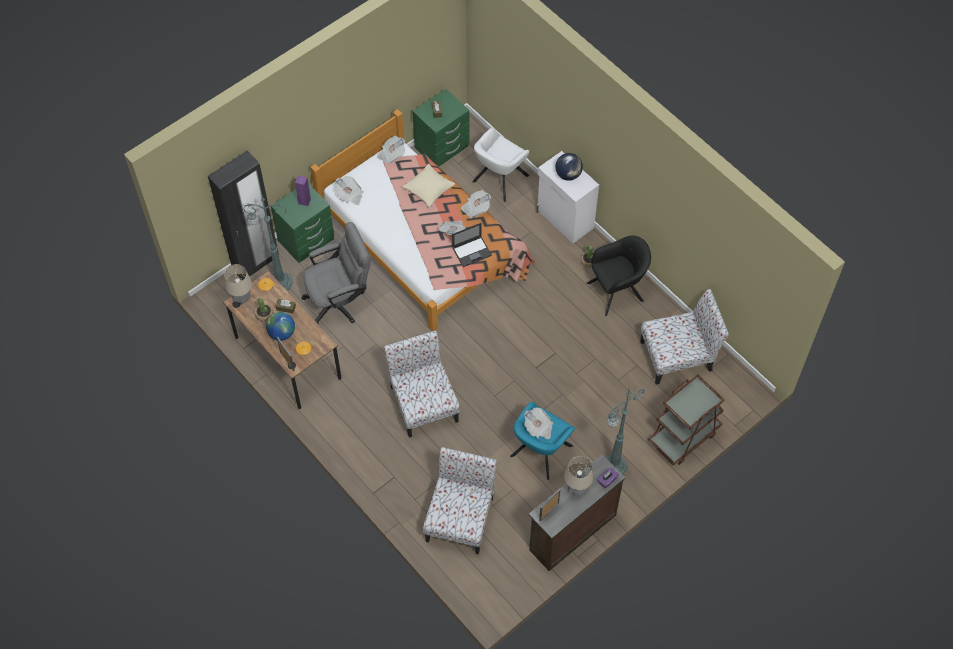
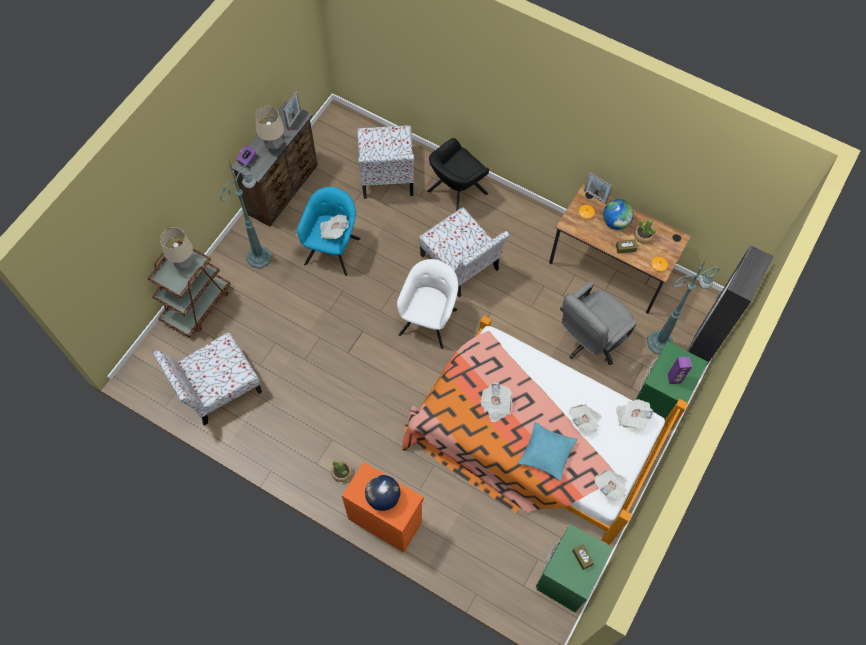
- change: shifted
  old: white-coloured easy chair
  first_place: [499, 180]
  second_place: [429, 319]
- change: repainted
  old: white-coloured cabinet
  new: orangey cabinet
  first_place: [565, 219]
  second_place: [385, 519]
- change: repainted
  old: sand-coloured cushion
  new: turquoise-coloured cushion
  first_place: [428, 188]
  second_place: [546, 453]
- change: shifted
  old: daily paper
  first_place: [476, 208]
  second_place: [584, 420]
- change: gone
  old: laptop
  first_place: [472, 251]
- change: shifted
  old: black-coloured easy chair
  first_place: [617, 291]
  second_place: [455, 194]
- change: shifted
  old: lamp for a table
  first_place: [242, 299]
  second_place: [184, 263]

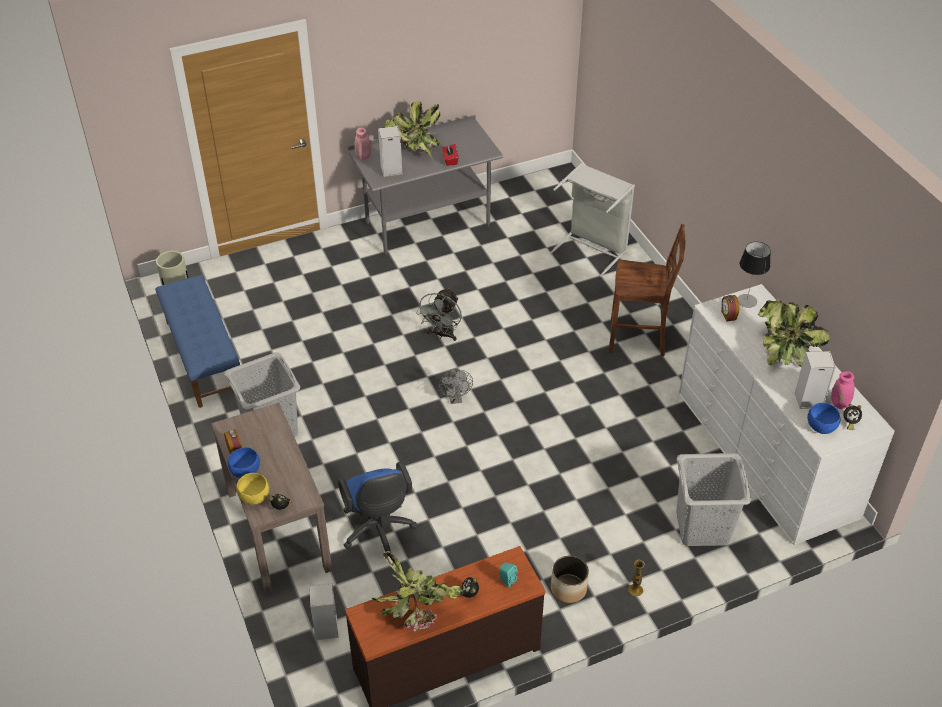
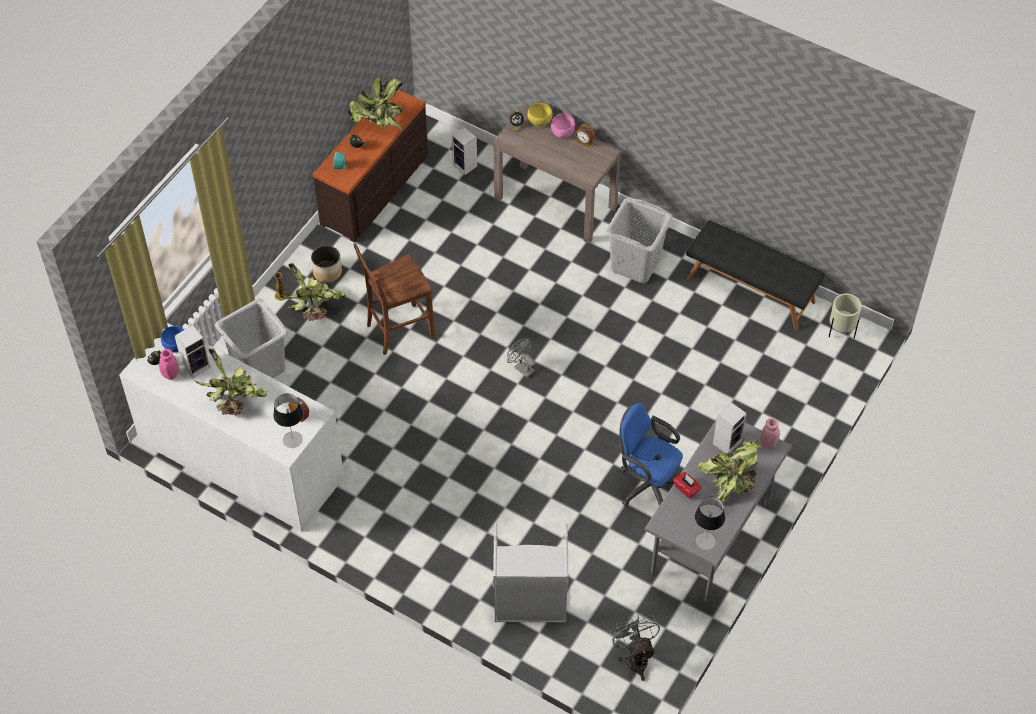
- change: shifted
  old: brown-coloured chair
  first_place: [638, 339]
  second_place: [398, 330]
- change: repainted
  old: blue-coloured long seat
  new: black-coloured long seat
  first_place: [202, 357]
  second_place: [751, 289]
- change: shifted
  old: grey fan
  first_place: [442, 335]
  second_place: [635, 657]
- change: repainted
  old: blue-coloured bowl
  new: pink-coloured bowl
  first_place: [246, 472]
  second_place: [562, 133]
- change: shifted
  old: blue-coloured computer chair
  first_place: [378, 532]
  second_place: [647, 485]
- change: new
  new: plant in a pot
  second_place: [315, 308]
- change: new
  new: lamp for a table
  second_place: [706, 541]

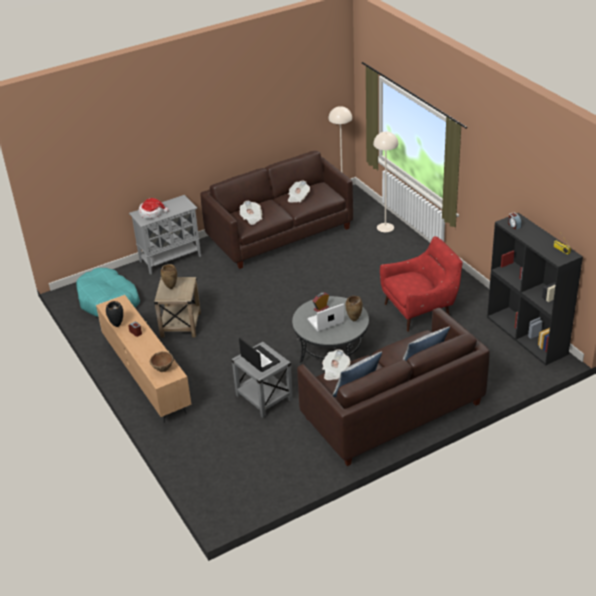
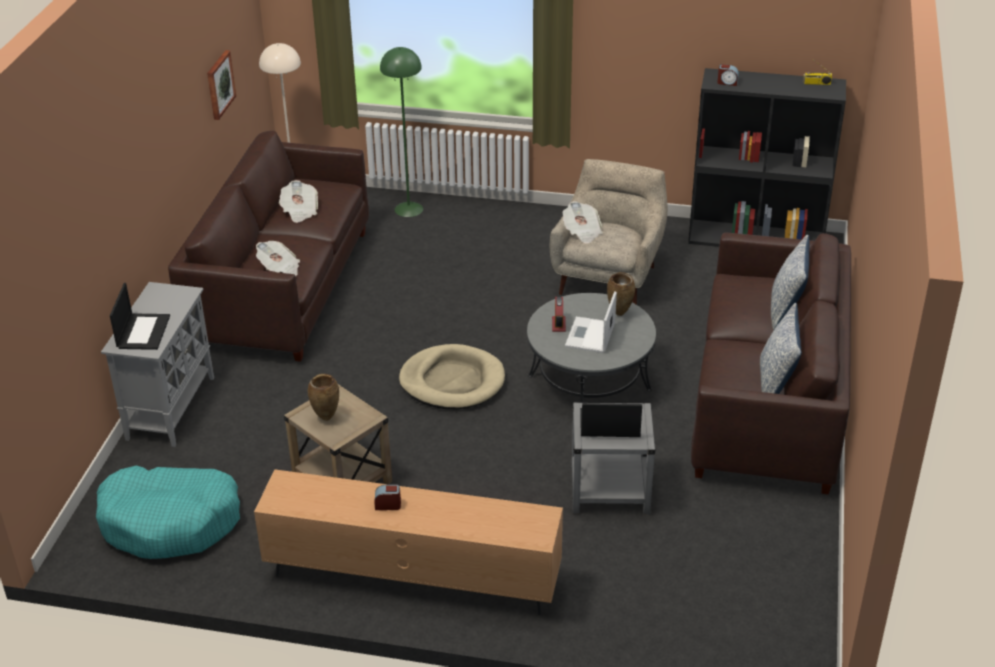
- change: repainted
  old: sand-coloured standing lamp
  new: green standing lamp
  first_place: [385, 227]
  second_place: [409, 209]
- change: swapped
  old: hat
  new: laptop
  first_place: [152, 213]
  second_place: [143, 331]
- change: repainted
  old: reddish easy chair
  new: sand-coloured easy chair
  first_place: [420, 310]
  second_place: [609, 277]
- change: gone
  old: black-coloured flower vase
  first_place: [117, 325]
- change: shifted
  old: daily paper
  first_place: [335, 371]
  second_place: [582, 232]
- change: gone
  old: brown-coloured bowl
  first_place: [163, 369]
- change: new
  new: wall art
  second_place: [219, 84]
- change: new
  new: sand-coloured pet bed
  second_place: [452, 381]

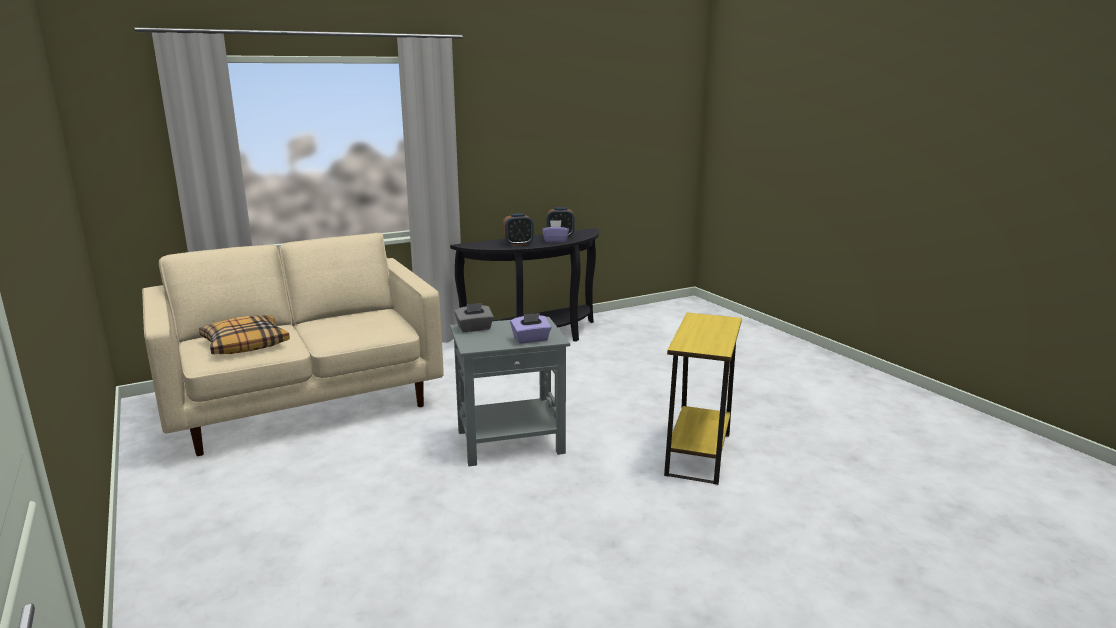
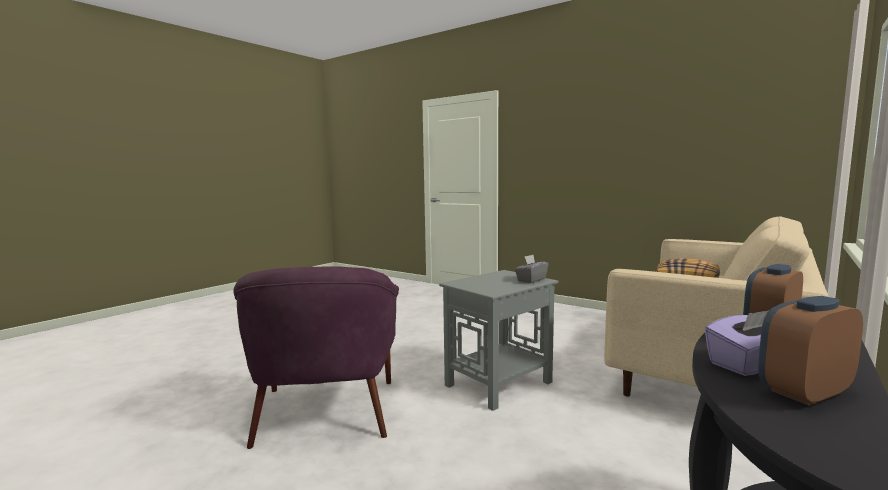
- change: swapped
  old: yellowish side table
  new: purplish easy chair
  first_place: [698, 454]
  second_place: [325, 412]
- change: gone
  old: purplish tissue box
  first_place: [531, 339]

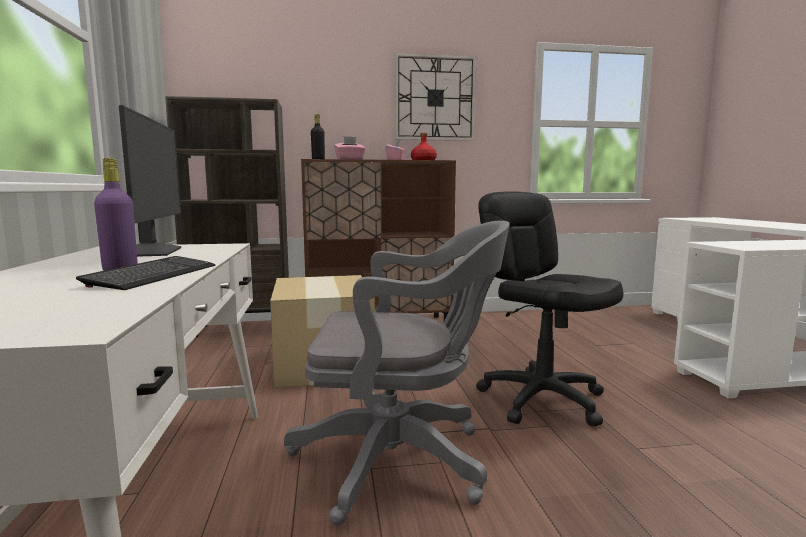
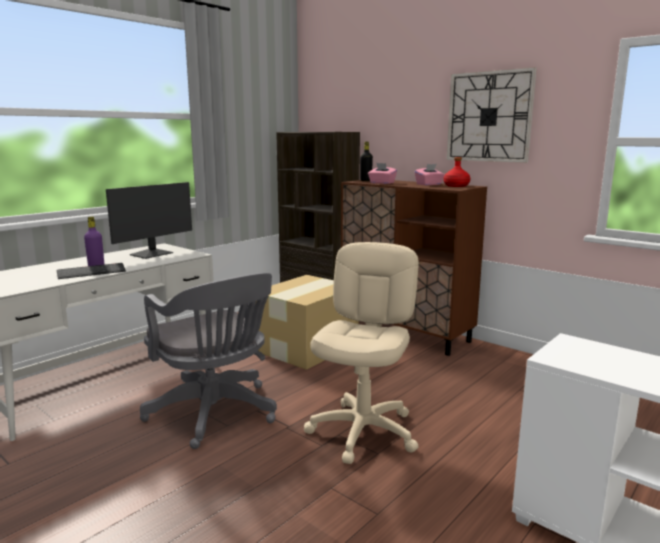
- change: repainted
  old: black-coloured computer chair
  new: sand-coloured computer chair
  first_place: [542, 399]
  second_place: [363, 431]

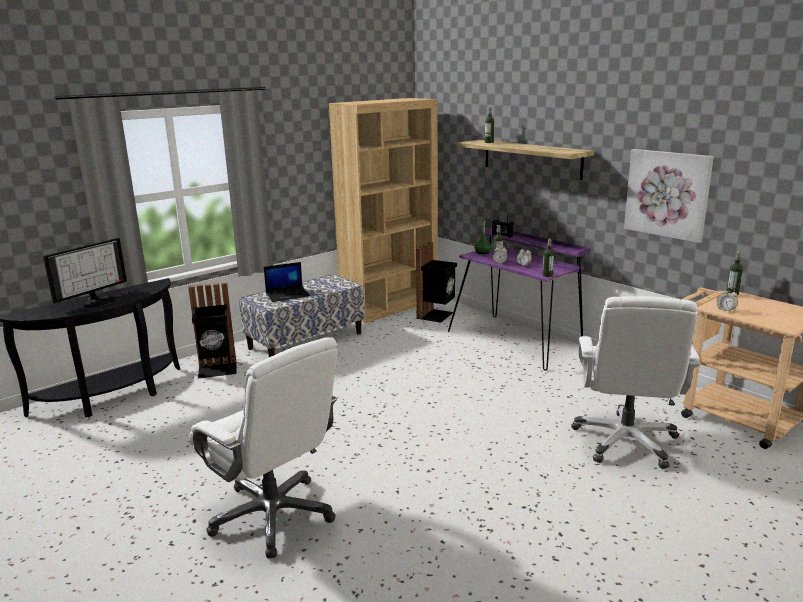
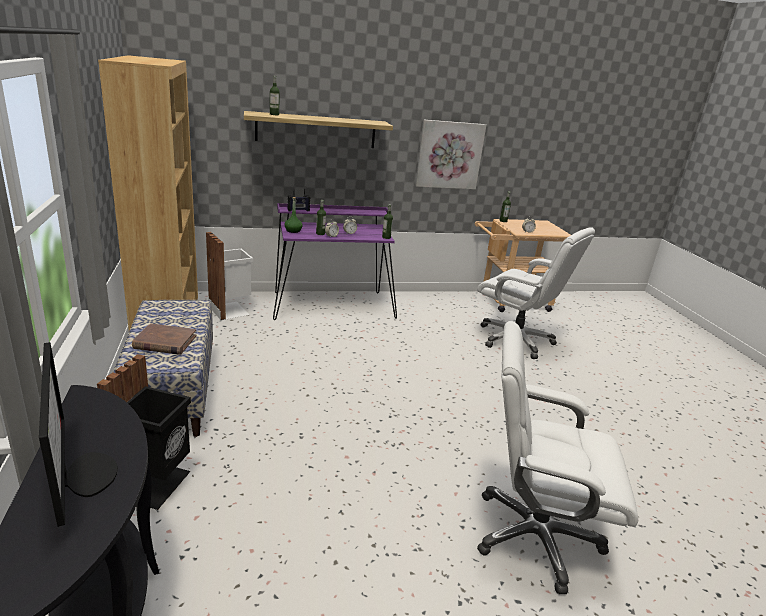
- change: repainted
  old: black-coloured waste bin
  new: white-coloured waste bin
  first_place: [437, 315]
  second_place: [231, 310]
- change: swapped
  old: laptop
  new: brown-coloured volume
  first_place: [288, 295]
  second_place: [164, 342]
- change: rotated
  old: white-coloured computer chair
  first_place: [273, 515]
  second_place: [534, 535]
  degrees: -150

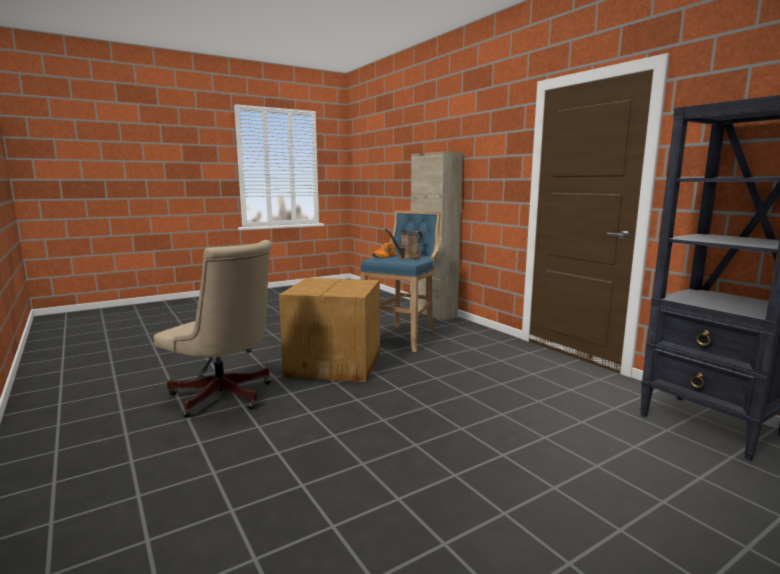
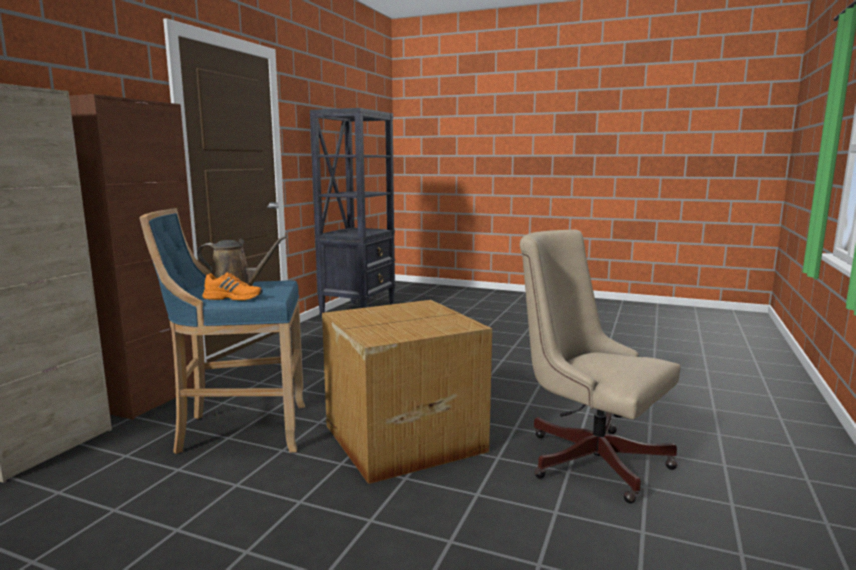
- change: rotated
  old: sand-coloured computer chair
  first_place: [225, 398]
  second_place: [587, 457]
  degrees: -45
- change: new
  new: brown-coloured cabinet
  second_place: [156, 397]

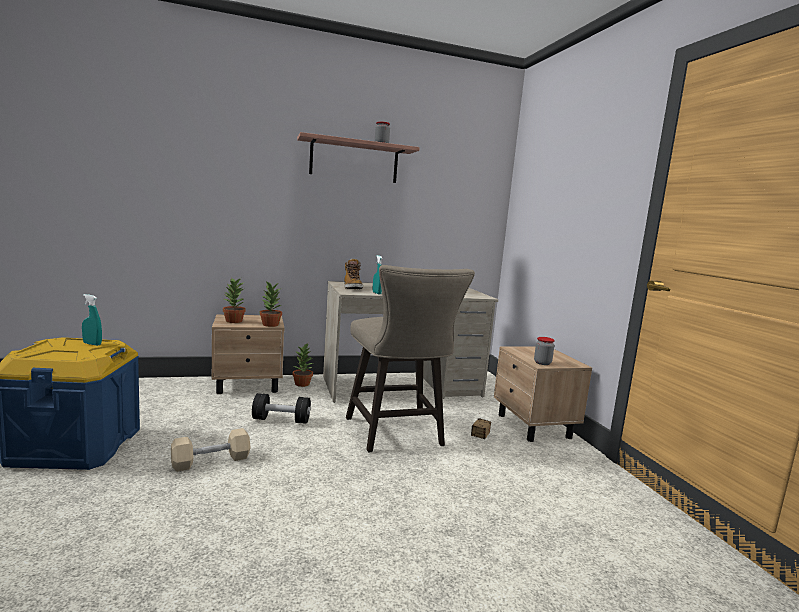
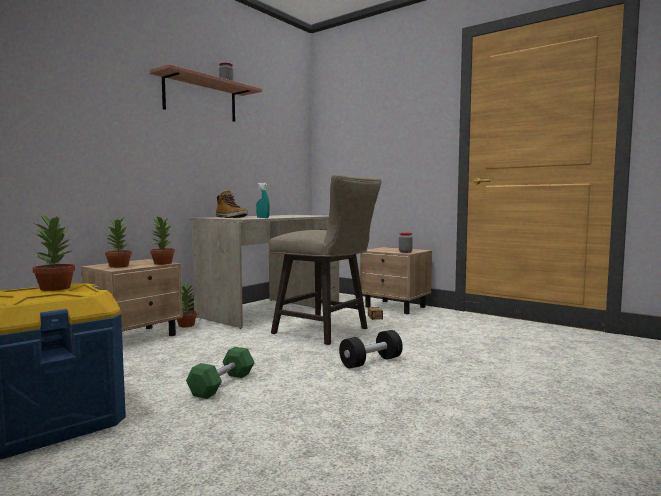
- change: swapped
  old: turquoise-coloured hand sprayer
  new: plant in a pot
  first_place: [92, 344]
  second_place: [55, 288]
- change: shifted
  old: black-coloured hand weight
  first_place: [281, 420]
  second_place: [371, 362]
- change: repainted
  old: sand-coloured hand weight
  new: green hand weight
  first_place: [211, 461]
  second_place: [222, 384]

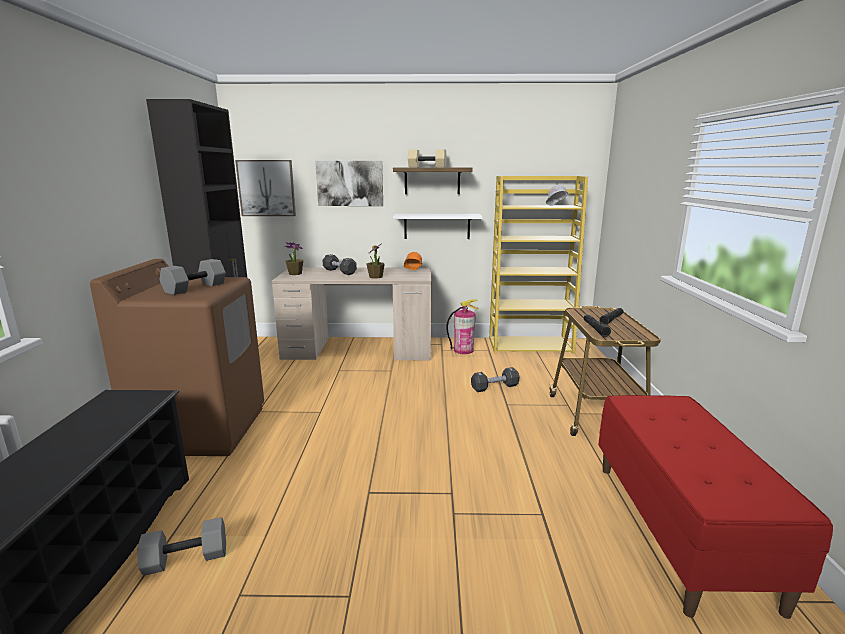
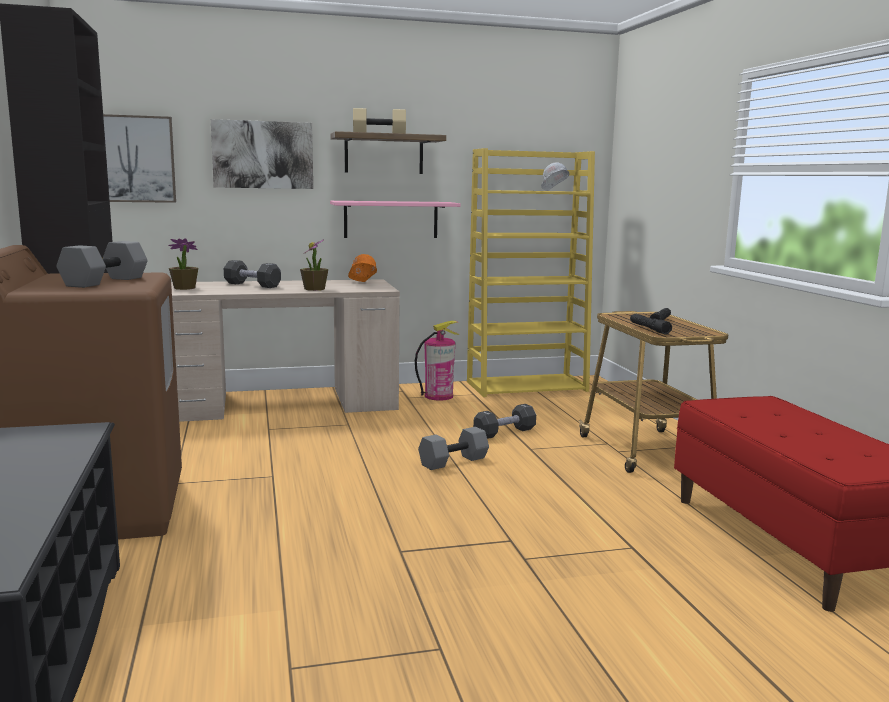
- change: repainted
  old: white-coloured wall shelf
  new: pink-coloured wall shelf
  first_place: [437, 226]
  second_place: [391, 219]
- change: shifted
  old: grey hand weight
  first_place: [185, 560]
  second_place: [453, 462]

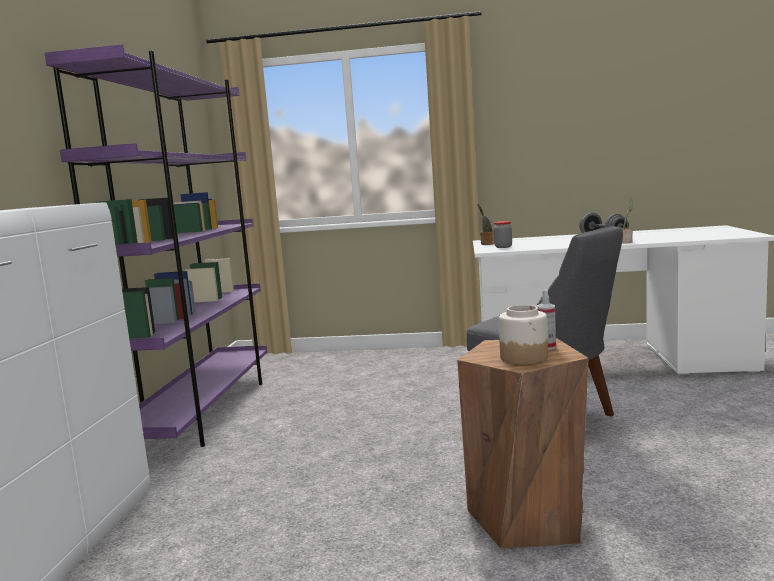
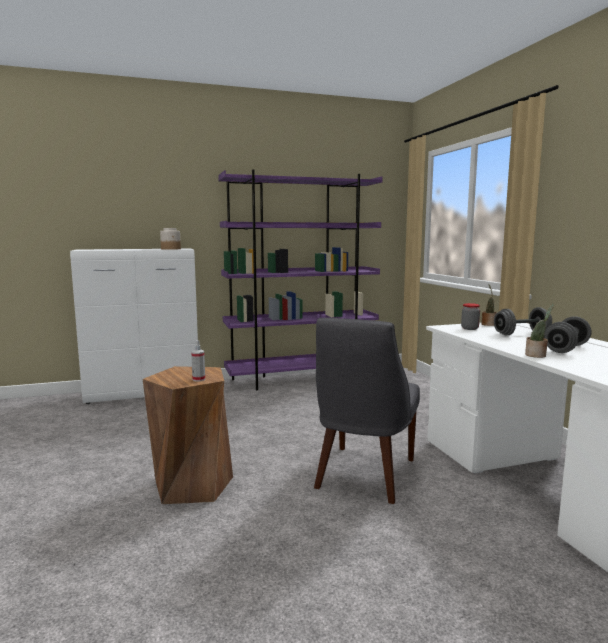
- change: shifted
  old: preserve jar
  first_place: [524, 357]
  second_place: [171, 249]
- change: new
  new: grey hand weight
  second_place: [521, 334]

